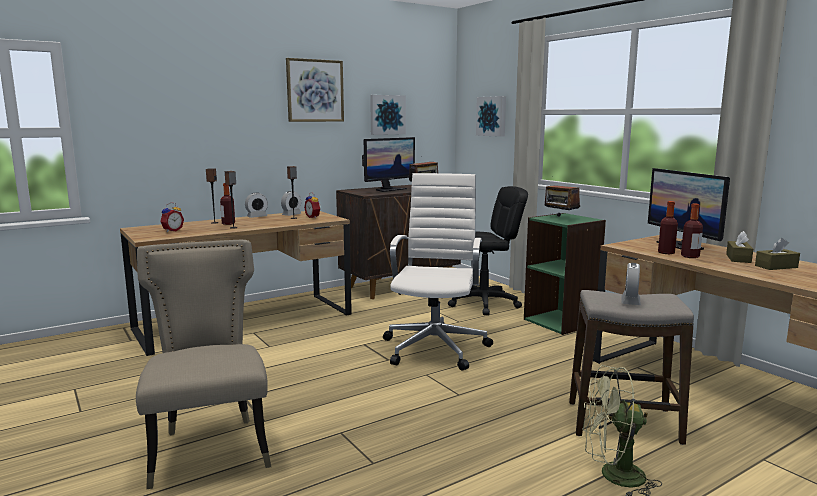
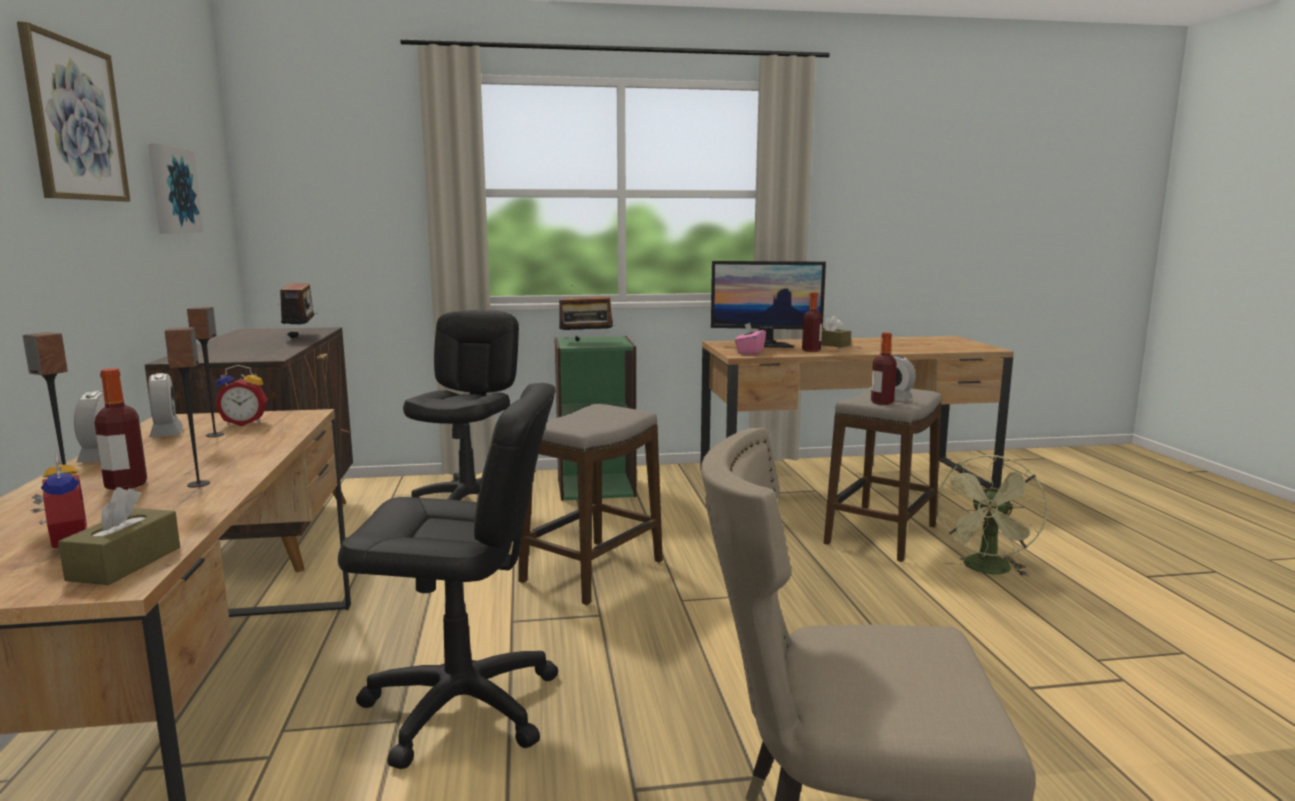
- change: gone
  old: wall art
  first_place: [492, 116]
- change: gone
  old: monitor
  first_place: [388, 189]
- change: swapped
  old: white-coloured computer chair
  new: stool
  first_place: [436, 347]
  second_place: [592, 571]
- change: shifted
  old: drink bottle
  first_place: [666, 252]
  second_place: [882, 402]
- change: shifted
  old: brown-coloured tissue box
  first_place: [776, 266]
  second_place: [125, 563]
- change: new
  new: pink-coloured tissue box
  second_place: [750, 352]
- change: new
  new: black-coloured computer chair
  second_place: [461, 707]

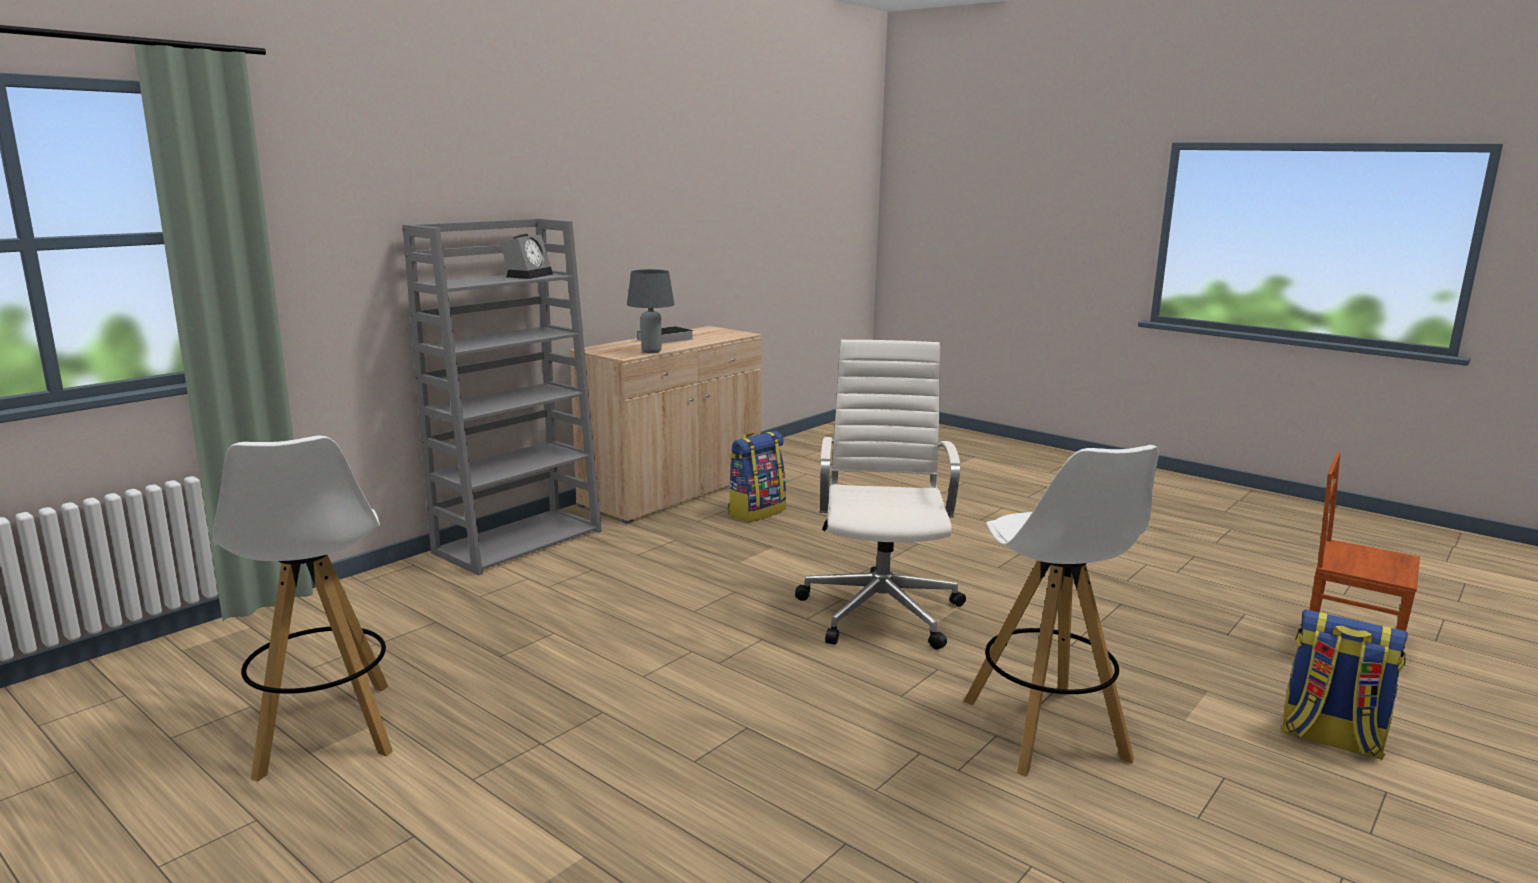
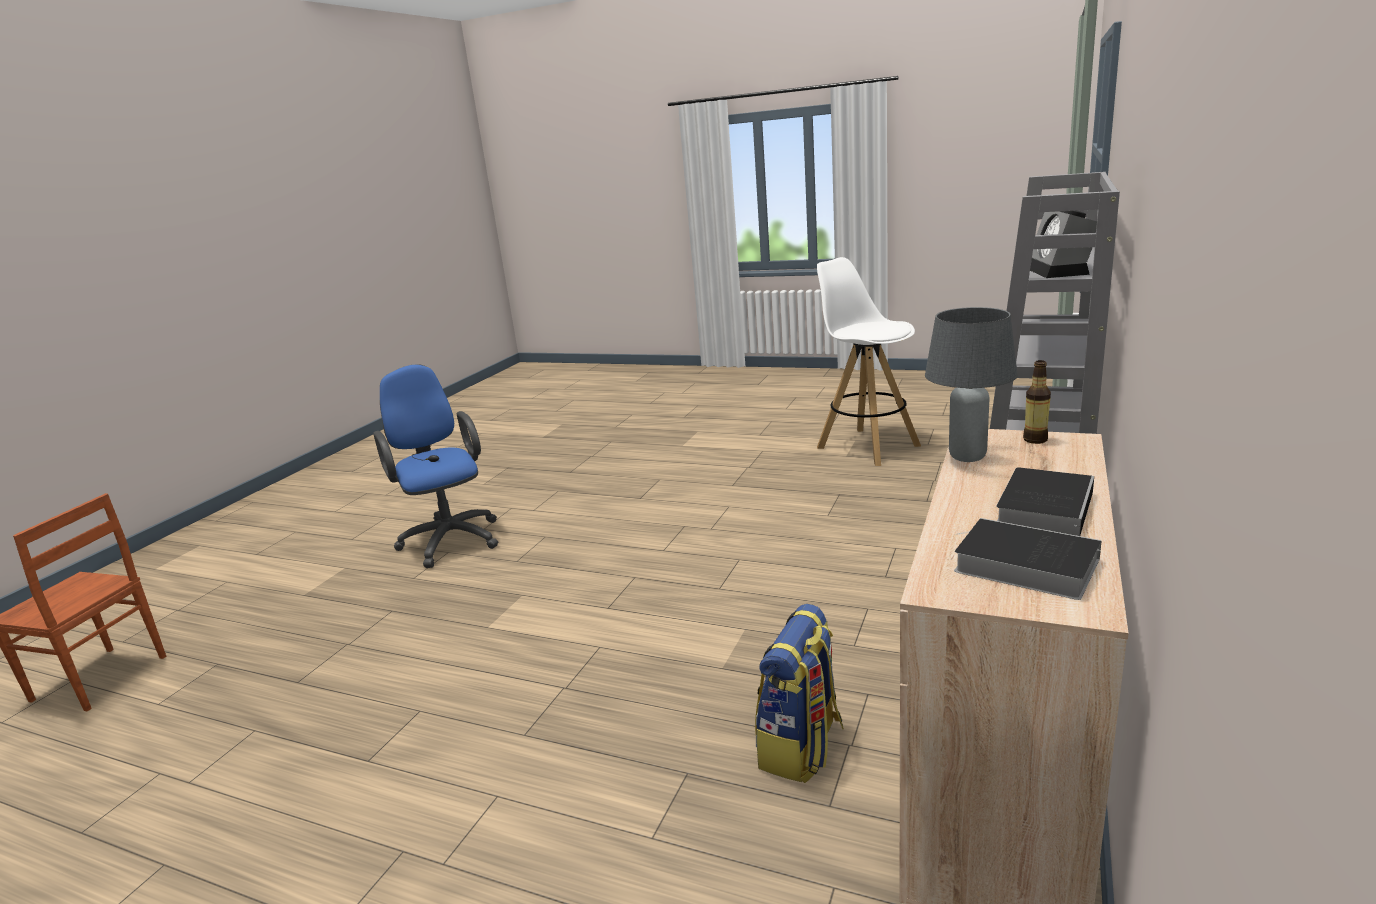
- change: gone
  old: white-coloured computer chair
  first_place: [881, 610]
- change: swapped
  old: white-coloured stool
  new: blue-coloured computer chair
  first_place: [1045, 731]
  second_place: [449, 538]
- change: gone
  old: knapsack
  first_place: [1330, 738]
- change: new
  new: drink bottle
  second_place: [1035, 440]
- change: new
  new: volume
  second_place: [1021, 565]

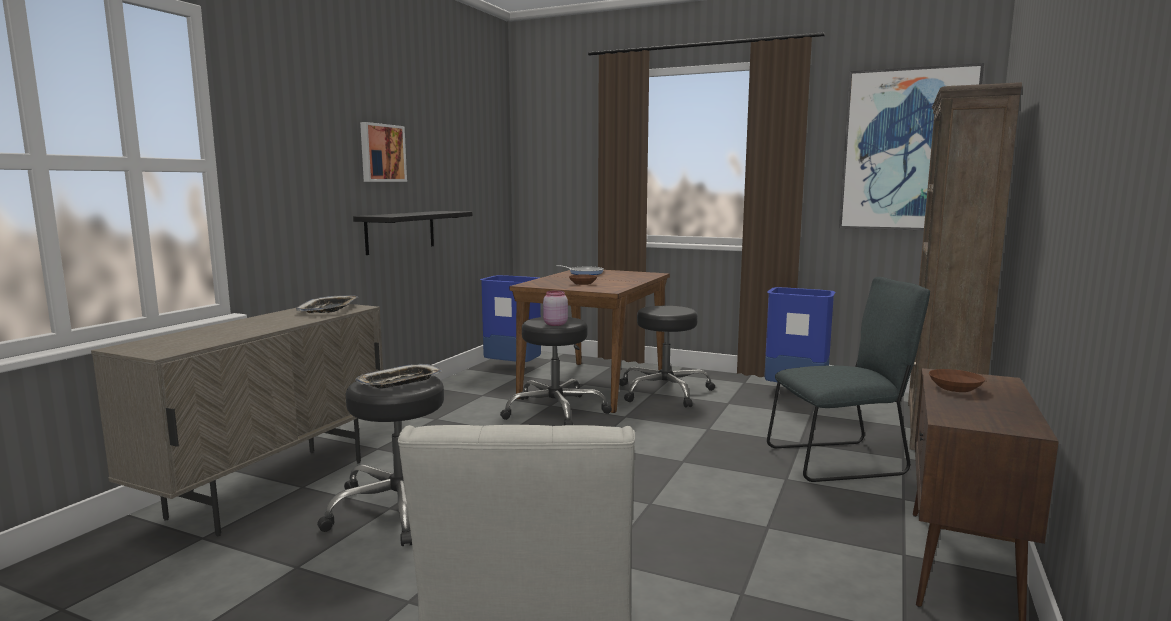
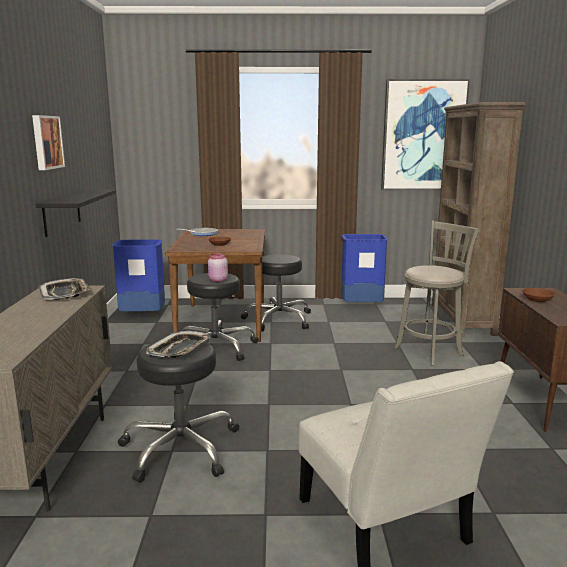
- change: swapped
  old: grey chair
  new: grey stool
  first_place: [841, 461]
  second_place: [430, 351]

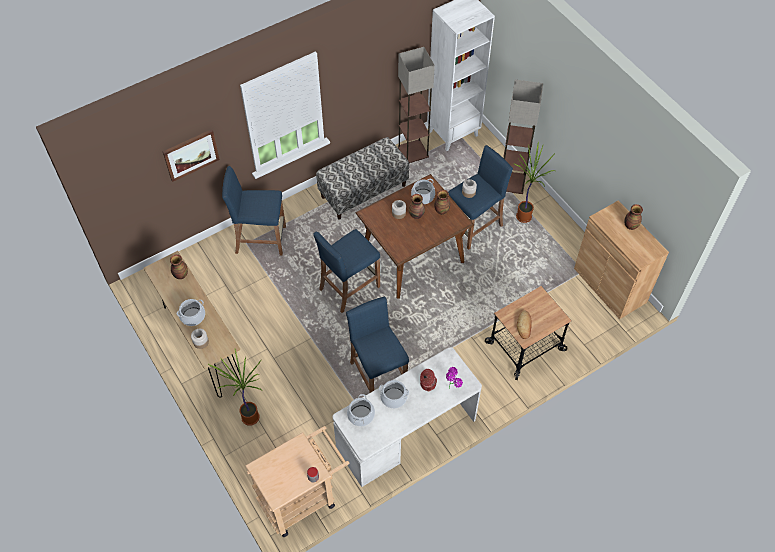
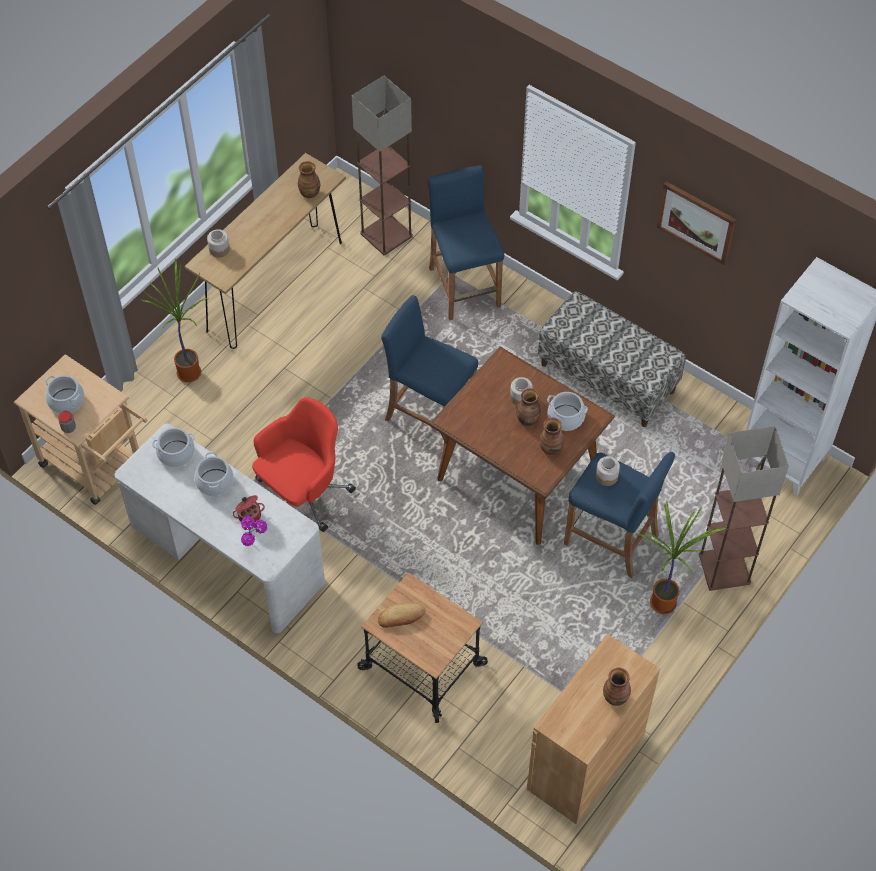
- change: shifted
  old: standing lamp
  first_place: [412, 152]
  second_place: [386, 234]
- change: shifted
  old: wall art
  first_place: [191, 154]
  second_place: [696, 221]
- change: swapped
  old: blue-coloured stool
  new: reddish computer chair
  first_place: [378, 376]
  second_place: [302, 494]
- change: shifted
  old: saucepot
  first_place: [192, 316]
  second_place: [66, 401]

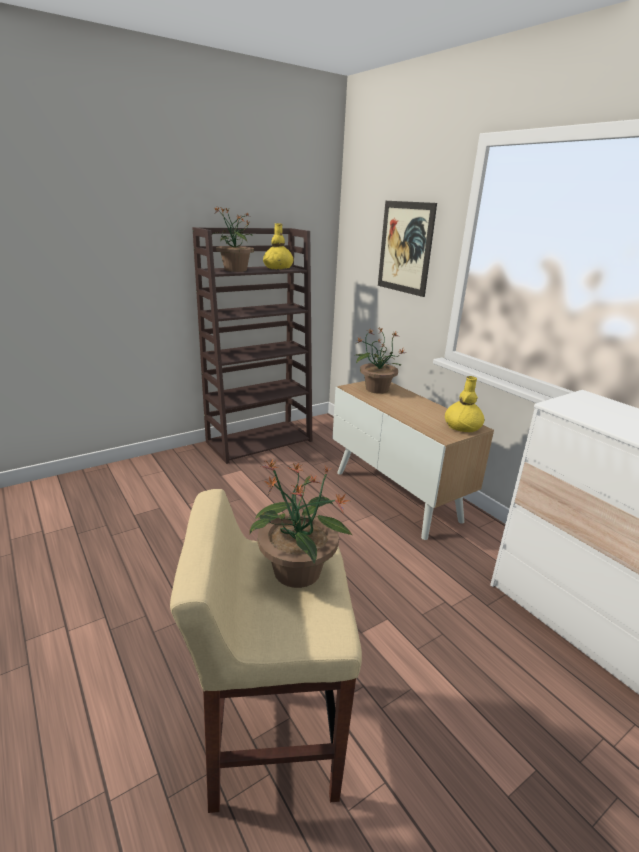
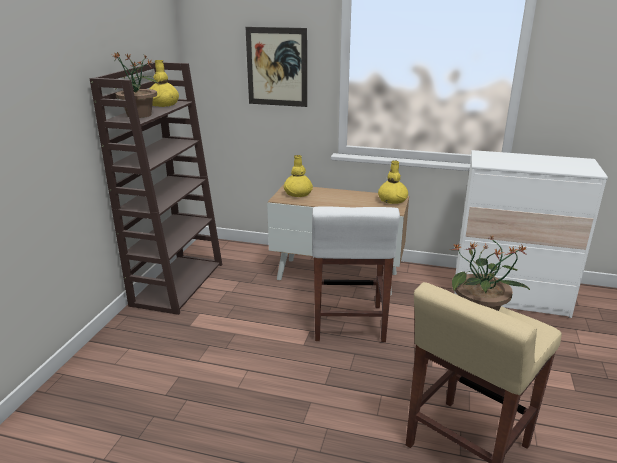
- change: swapped
  old: plant in a pot
  new: yellowish flower vase
  first_place: [376, 389]
  second_place: [298, 194]
- change: new
  new: white-coloured stool
  second_place: [348, 324]

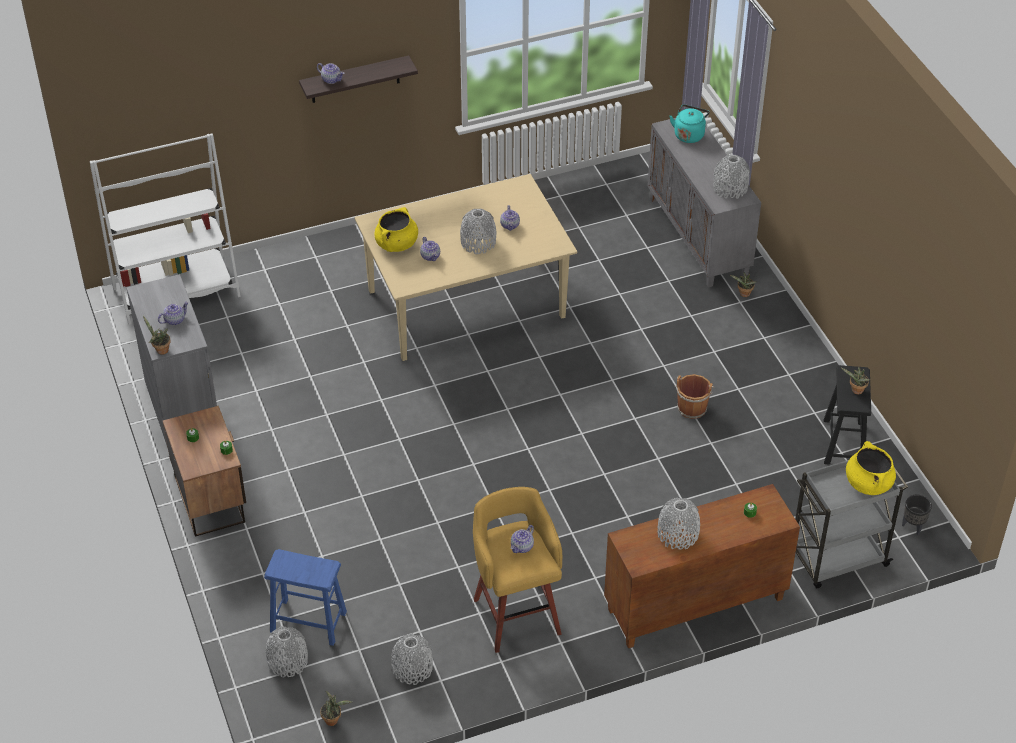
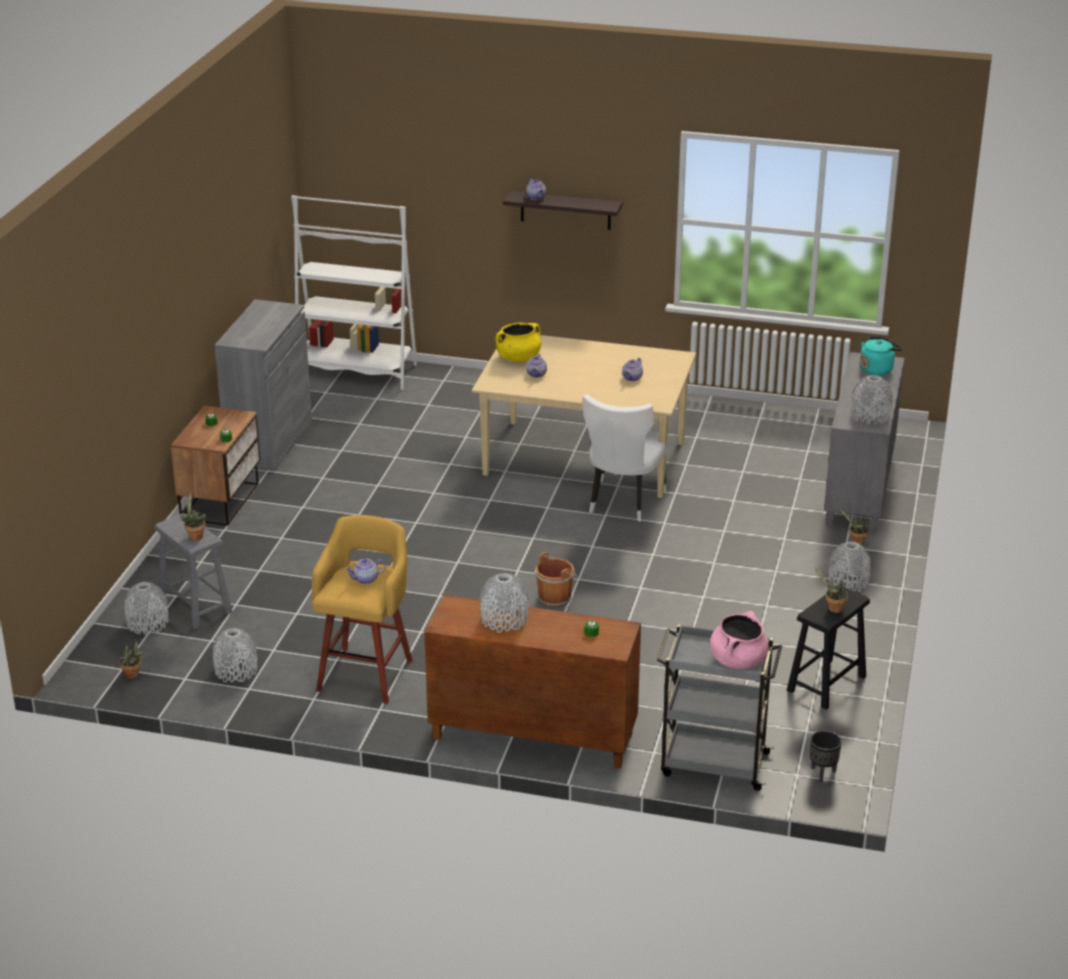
- change: shifted
  old: grey flower vase
  first_place: [478, 242]
  second_place: [848, 582]
- change: gone
  old: tea pot
  first_place: [174, 320]
- change: shifted
  old: plant in a pot
  first_place: [160, 350]
  second_place: [195, 536]
- change: shifted
  old: brown-coloured bucket
  first_place: [692, 407]
  second_place: [555, 597]
- change: repainted
  old: yellowish saucepot
  new: pink-coloured saucepot
  first_place: [868, 483]
  second_place: [738, 660]
- change: repainted
  old: blue-coloured stool
  new: grey stool
  first_place: [308, 622]
  second_place: [195, 606]
- change: new
  new: white-coloured chair
  second_place: [622, 502]

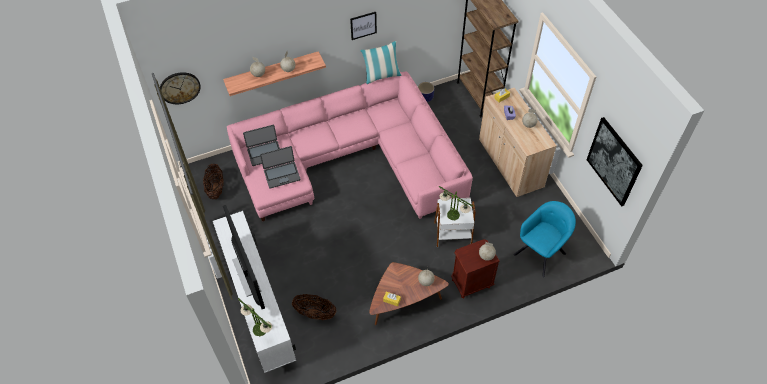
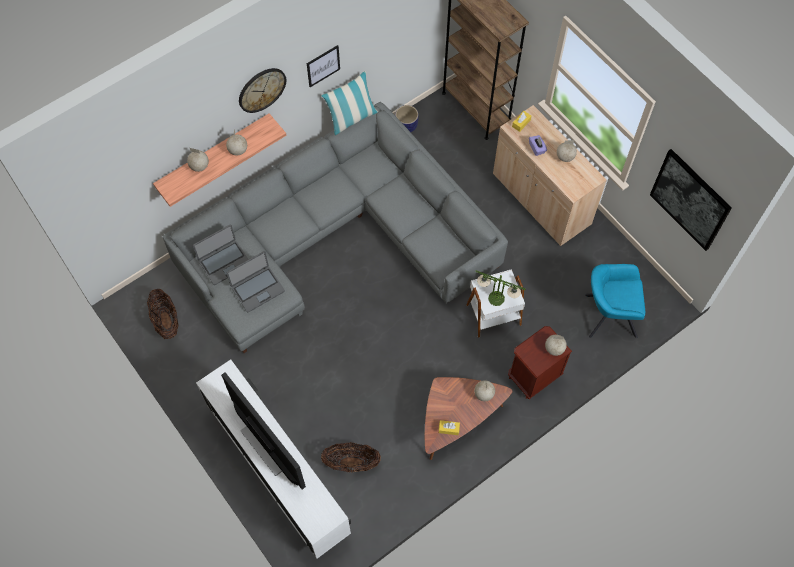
- change: repainted
  old: pink-coloured sofa
  new: grey sofa
  first_place: [352, 159]
  second_place: [335, 237]
- change: shifted
  old: clock on the wall
  first_place: [179, 87]
  second_place: [261, 89]
- change: rotated
  old: turquoise-coloured easy chair
  first_place: [541, 252]
  second_place: [608, 315]
  degrees: -120
- change: gone
  old: lamp for a table
  first_place: [260, 329]

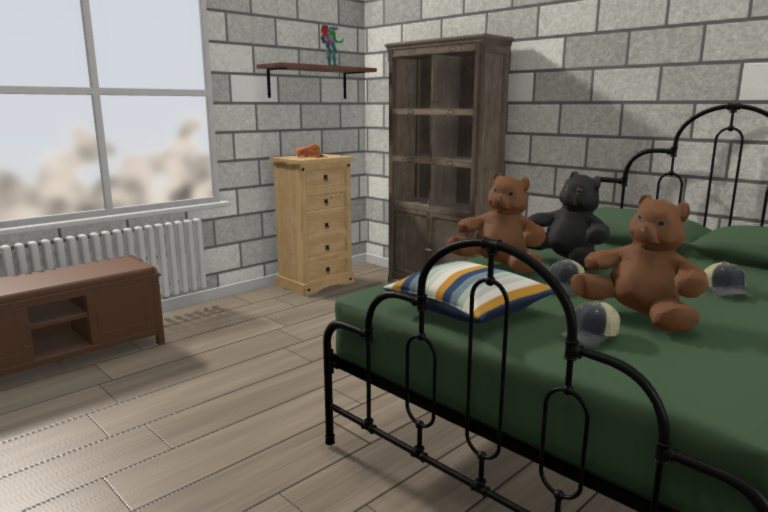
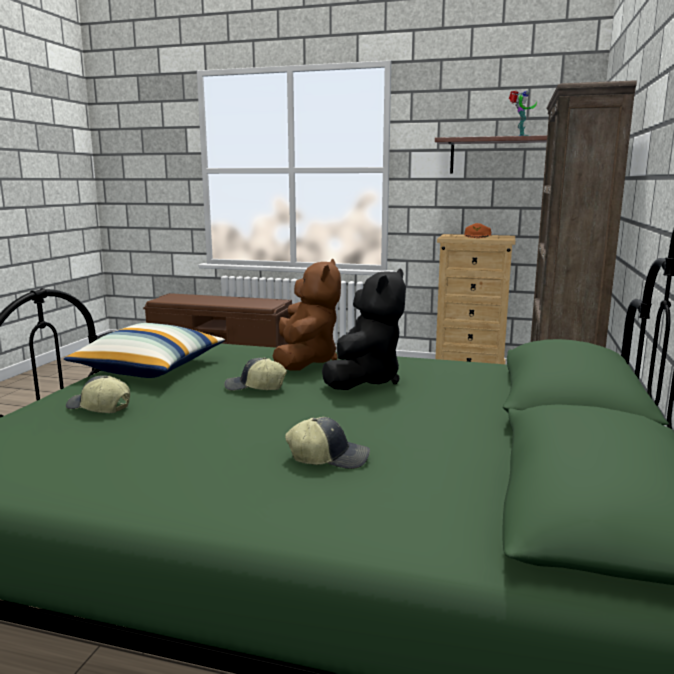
- change: gone
  old: brown-coloured cuddly toy
  first_place: [637, 319]
- change: rotated
  old: cap
  first_place: [726, 292]
  second_place: [329, 458]
  degrees: -150

